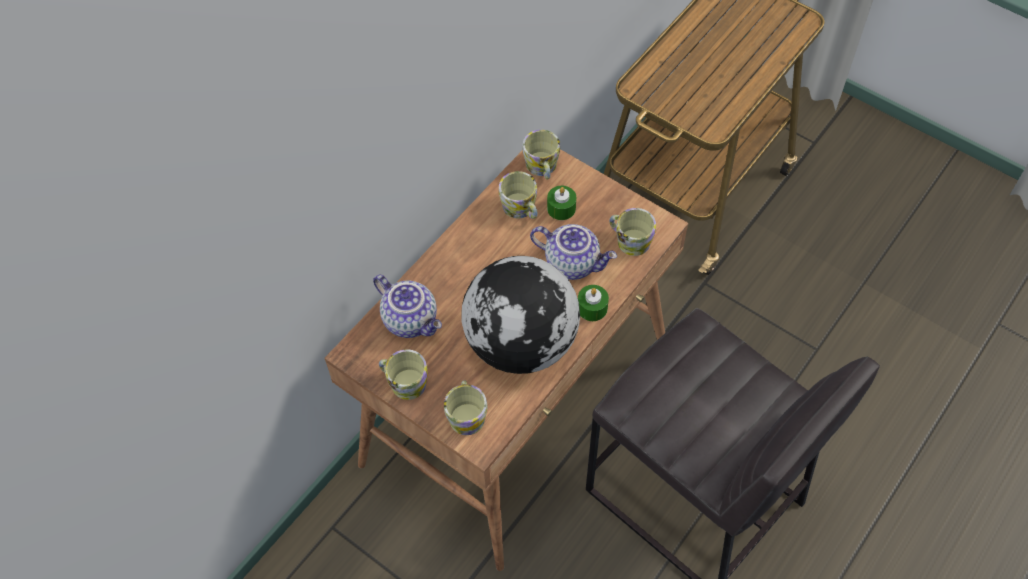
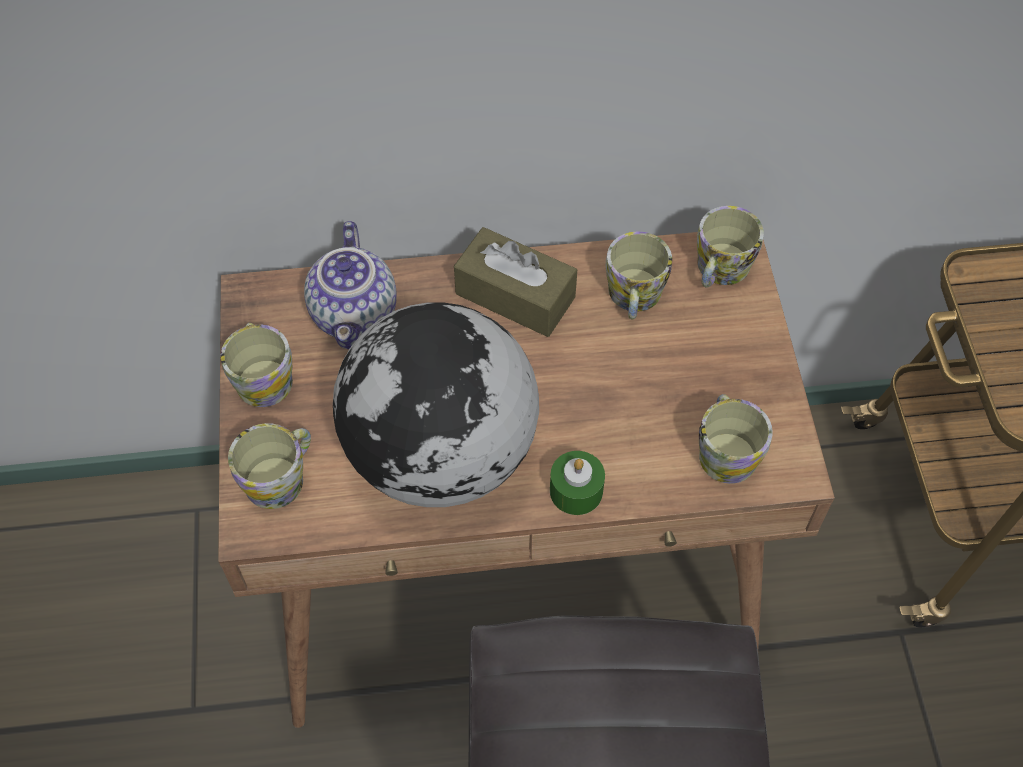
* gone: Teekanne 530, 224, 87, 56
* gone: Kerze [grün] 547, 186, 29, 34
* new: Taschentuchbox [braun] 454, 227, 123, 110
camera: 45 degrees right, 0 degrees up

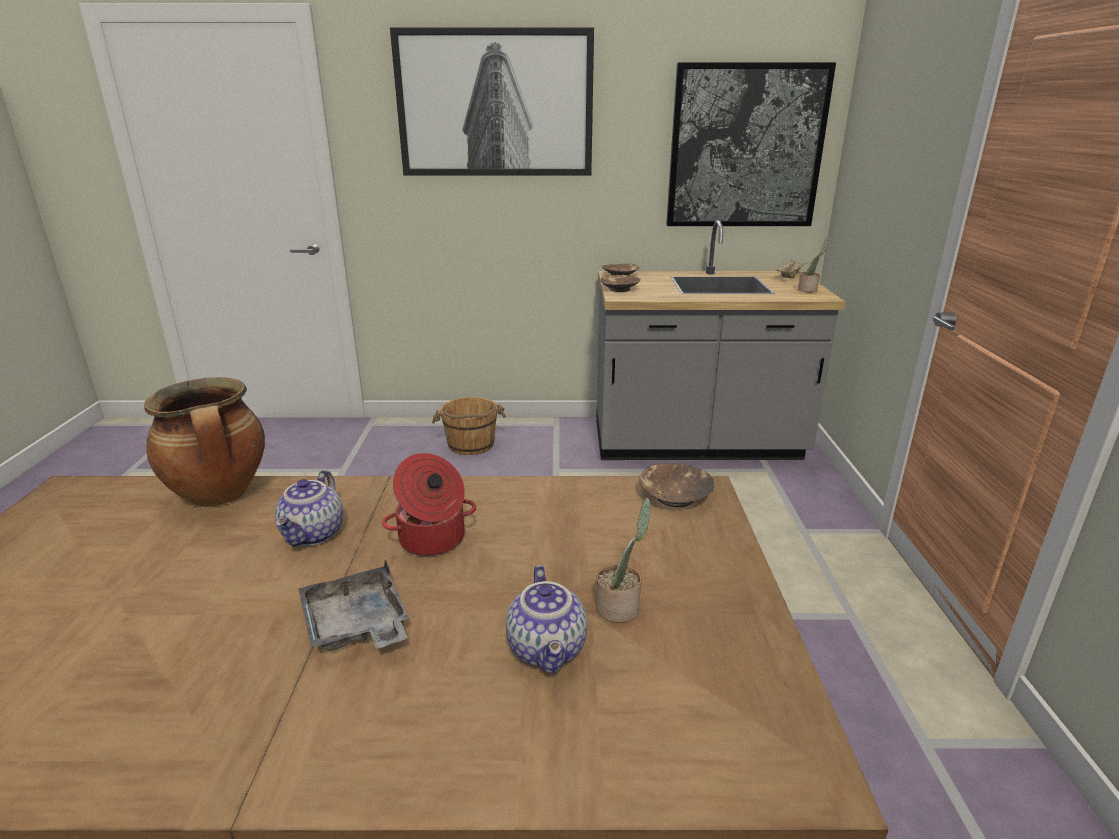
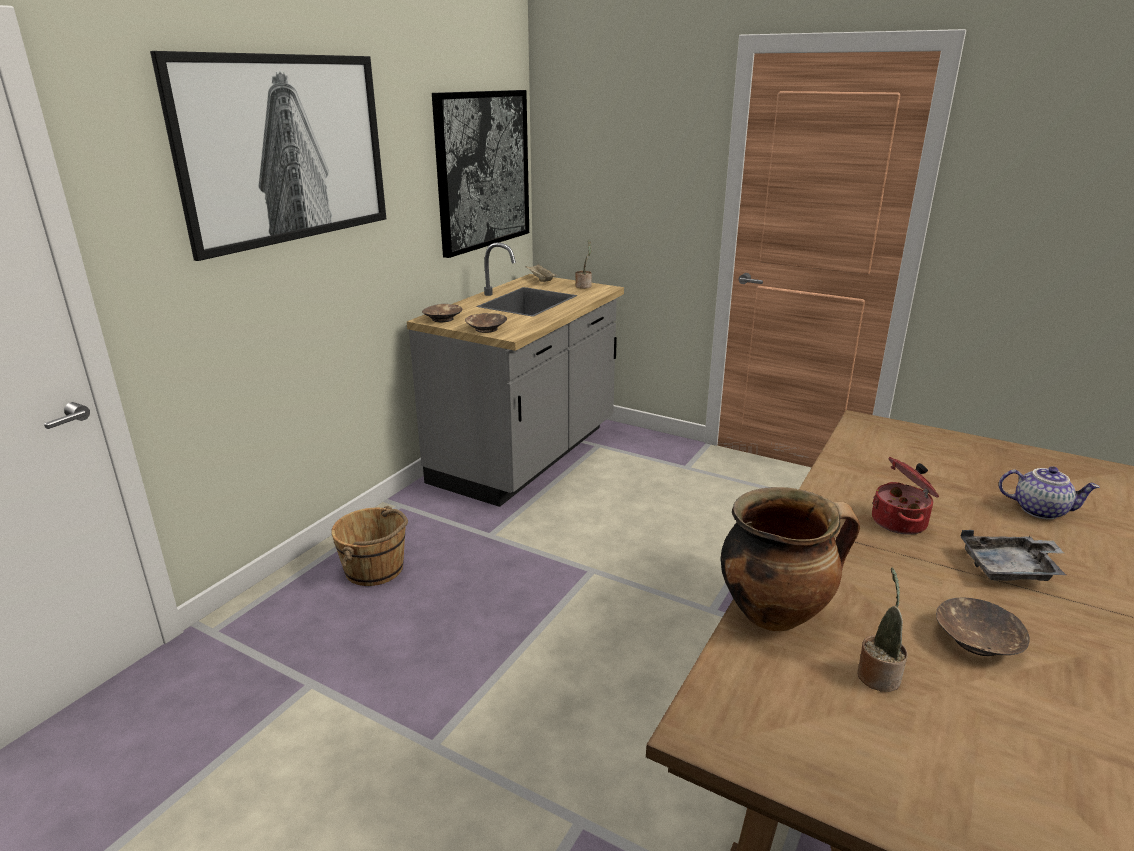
* gone: Teekanne 275, 470, 68, 77
* shifted: Topfpflanze 596, 498, 55, 125 to 858, 568, 50, 124
* shifted: Schüssel [braun] 639, 463, 75, 44 to 936, 597, 94, 59
camera: 60 degrees left, 0 degrees up

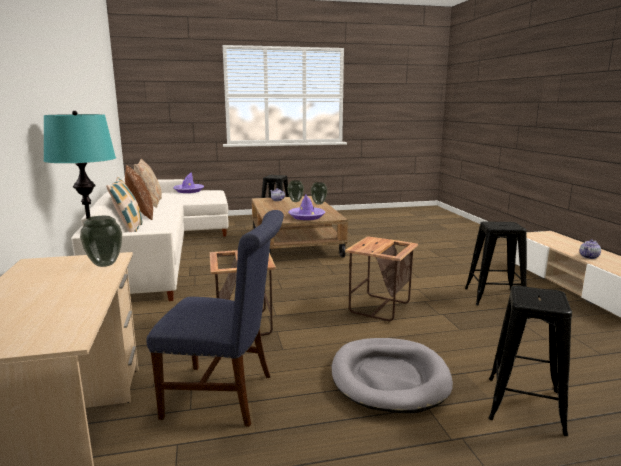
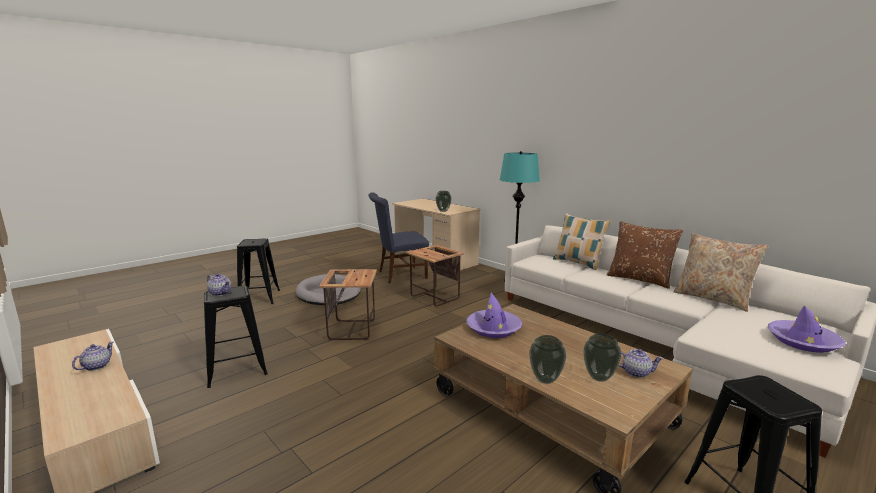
* new: Teekanne 207, 273, 24, 23
camera: 150 degrees right, 0 degrees up

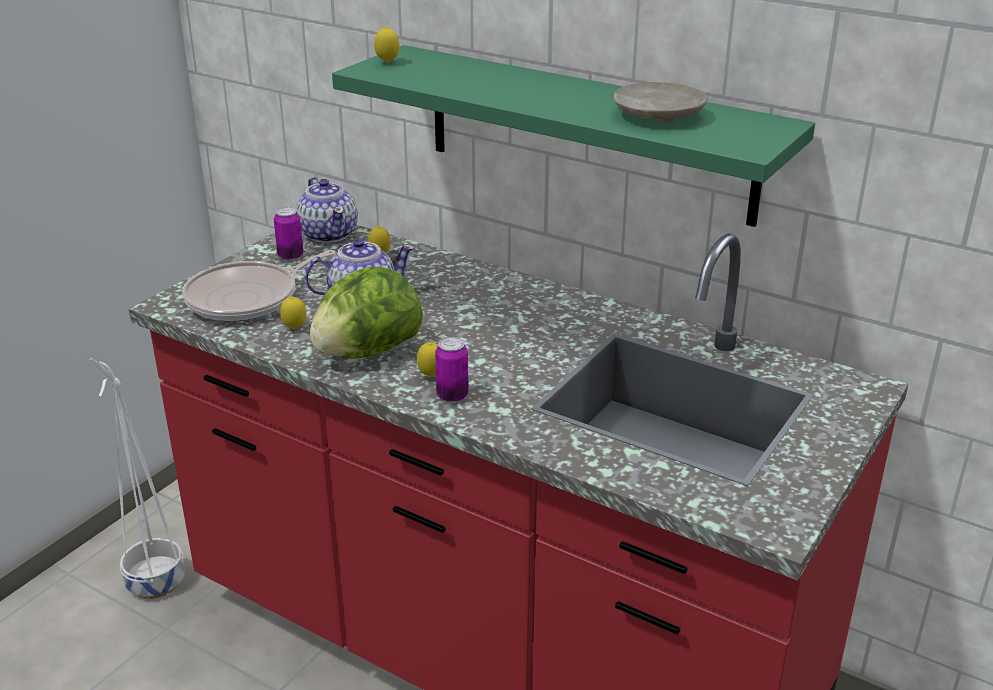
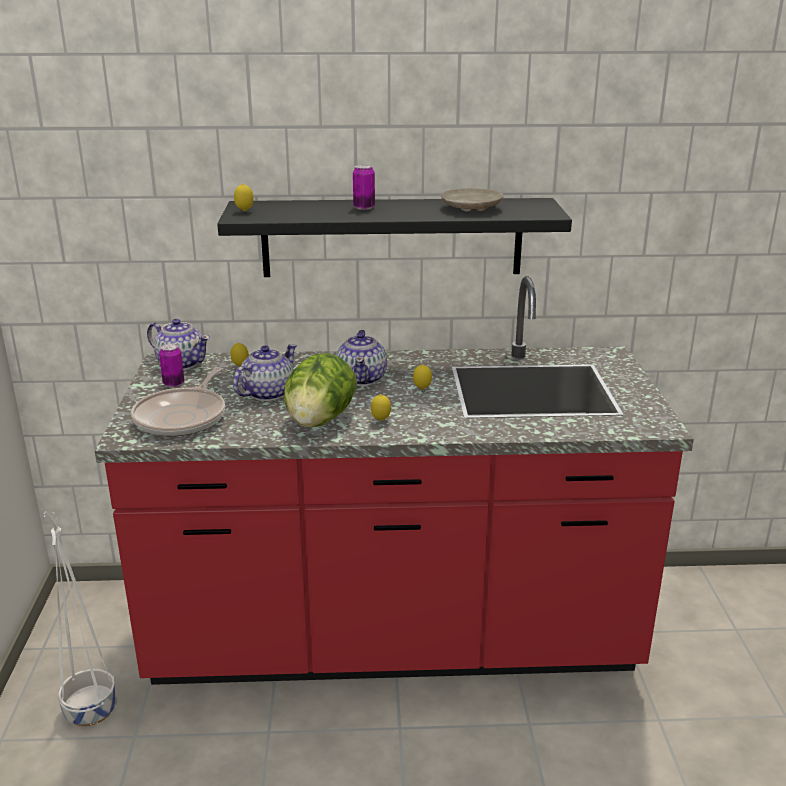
* shifted: Zitrone 280, 296, 27, 34 to 413, 364, 19, 26
* repainted: Wandregal [grün] 332, 45, 483, 182 to Wandregal [schwarz] 217, 198, 355, 79
* shifted: Dose 435, 337, 34, 65 to 353, 165, 22, 45
* new: Teekanne 336, 330, 51, 56
camera: 35 degrees left, 5 degrees down

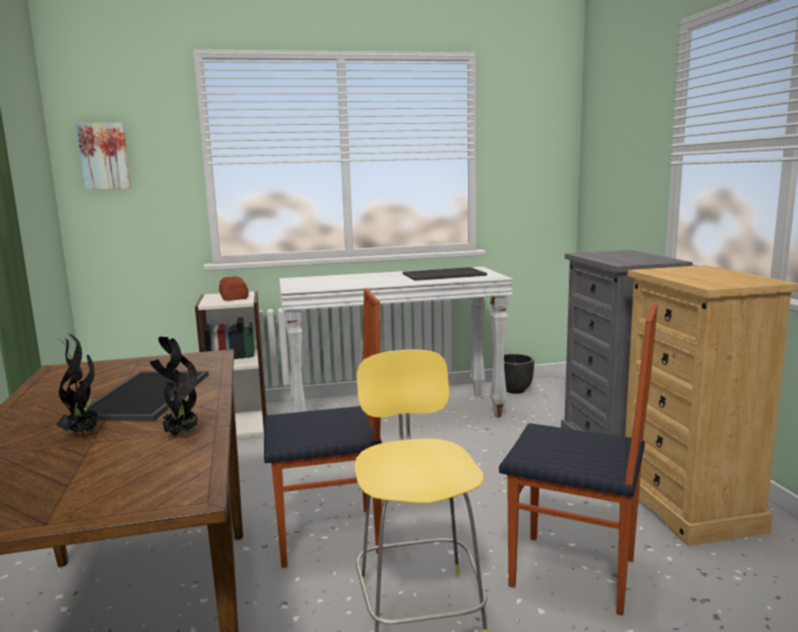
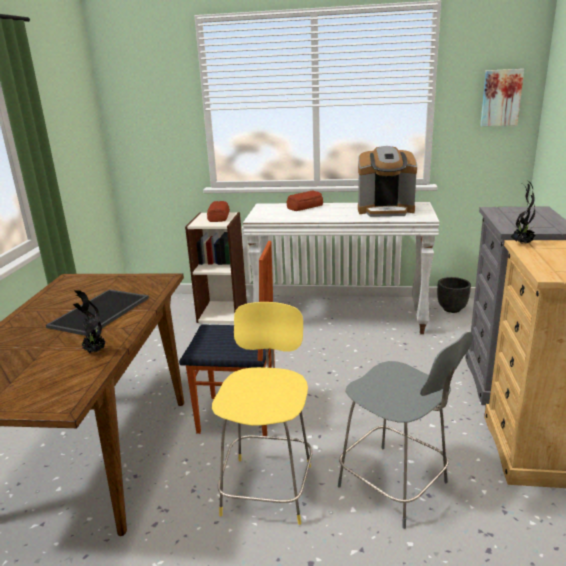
* shifted: Topfpflanze 56, 333, 46, 101 to 511, 181, 24, 63
* shifted: Bild 76, 123, 55, 67 to 480, 69, 44, 57
* swapped: Tablett 403, 267, 84, 14 to Kaffeemaschine 358, 146, 59, 71
* swapped: Stuhl 499, 302, 159, 314 to Hocker [grau] 338, 332, 135, 197
* new: Brot 287, 190, 36, 21
camera: 20 degrees right, 10 degrees up

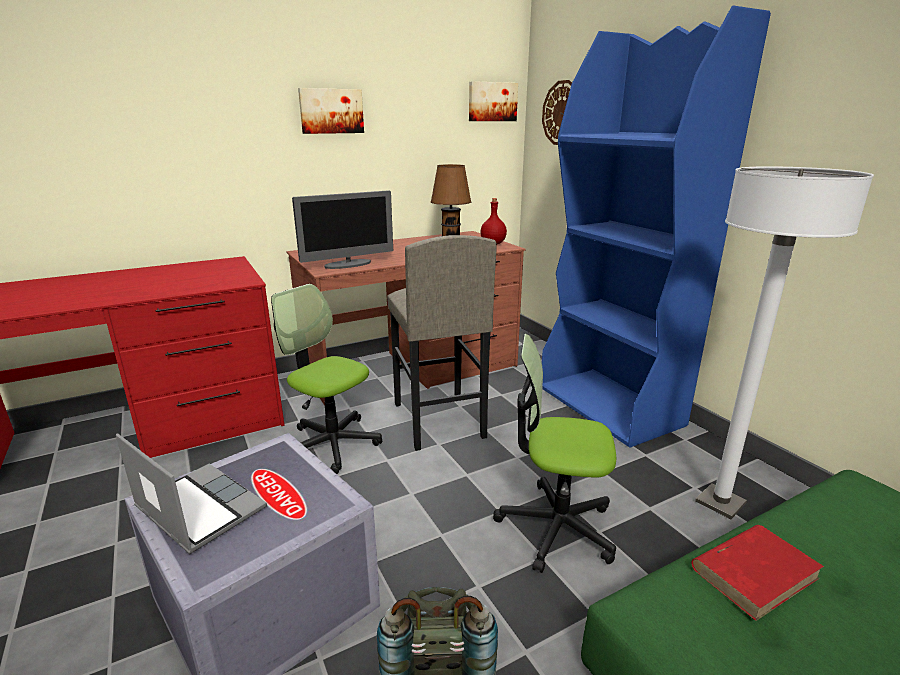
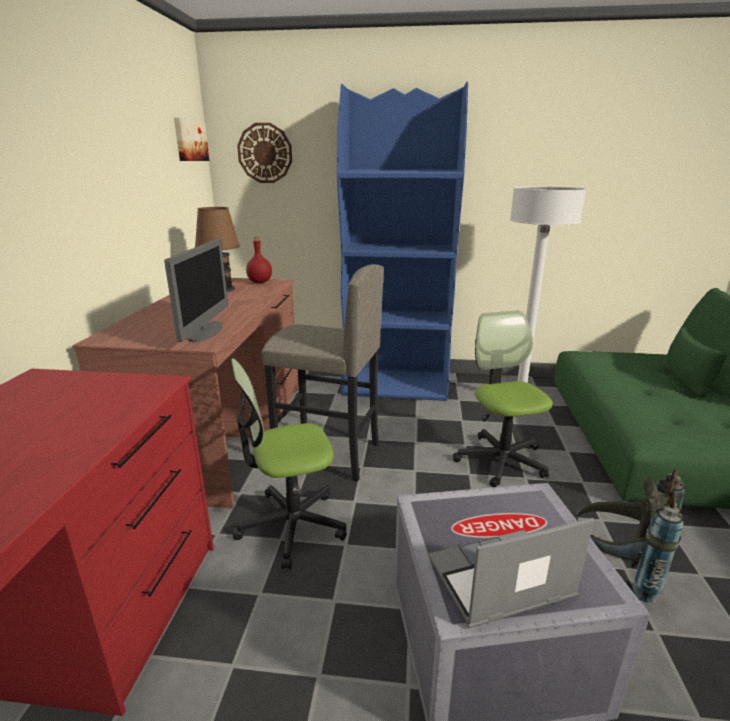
* gone: Bild 298, 88, 66, 46
* rotated: Bürostuhl 493, 334, 123, 239 = 453, 311, 100, 176 120 degrees clockwise
* gone: Buch [rot] 691, 525, 133, 96
camera: 55 degrees left, 0 degrees up

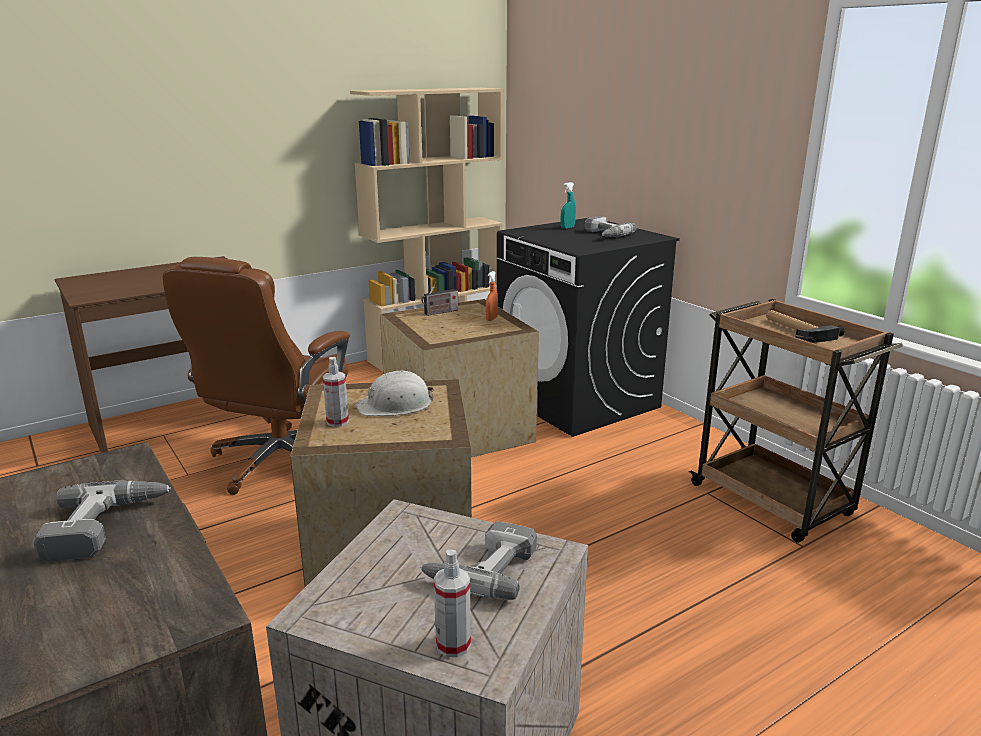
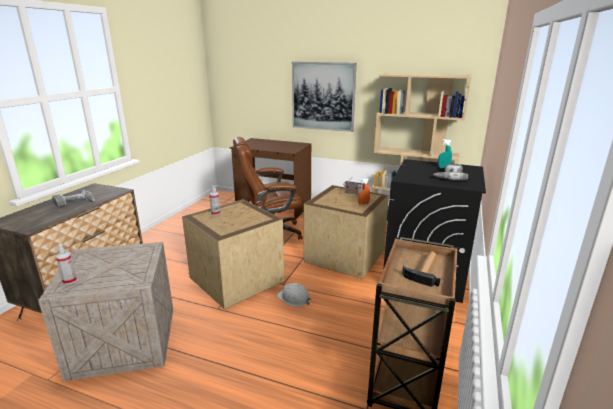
* shifted: Schutzhelm [weiß] 356, 370, 78, 46 to 277, 283, 34, 24
* gone: Bohrmaschine 420, 521, 117, 79
* new: Bild 292, 62, 65, 70
camera: 55 degrees right, 0 degrees up

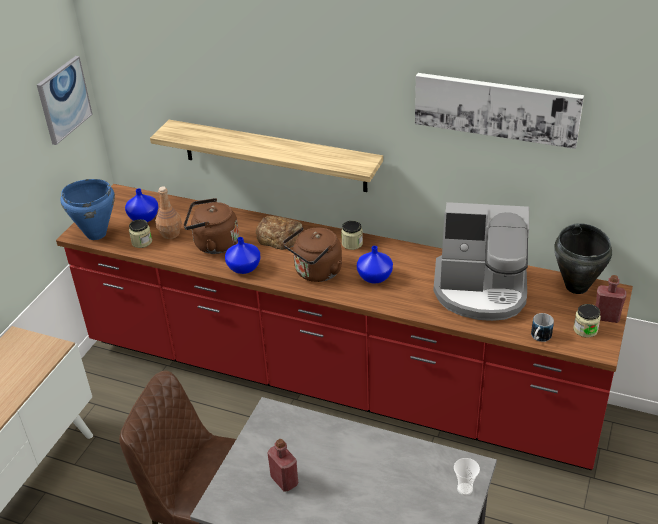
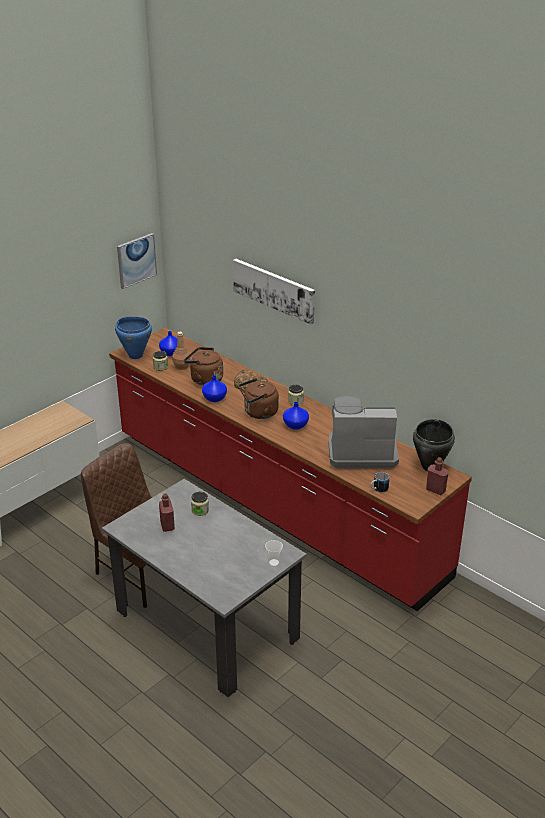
* gone: Wandregal 150, 120, 233, 72
* shifted: Bild 415, 73, 169, 76 to 233, 259, 82, 66
* rotated: Kaffeemaschine 434, 202, 95, 119 = 329, 396, 70, 72 150 degrees clockwise
* shifted: Vorratsglas 573, 304, 28, 33 to 191, 492, 18, 24
camera: 20 degrees right, 5 degrees down

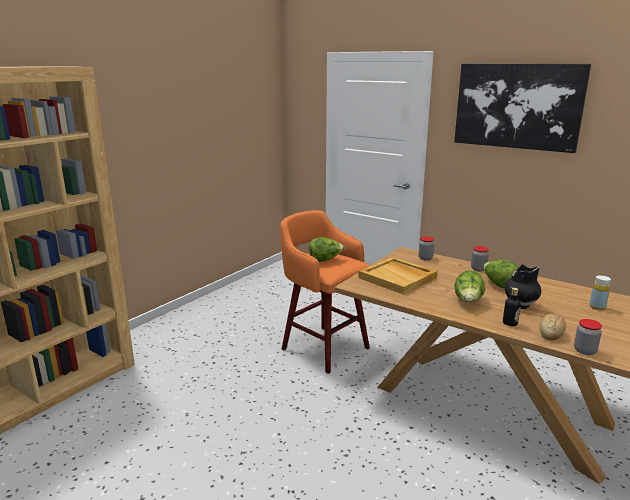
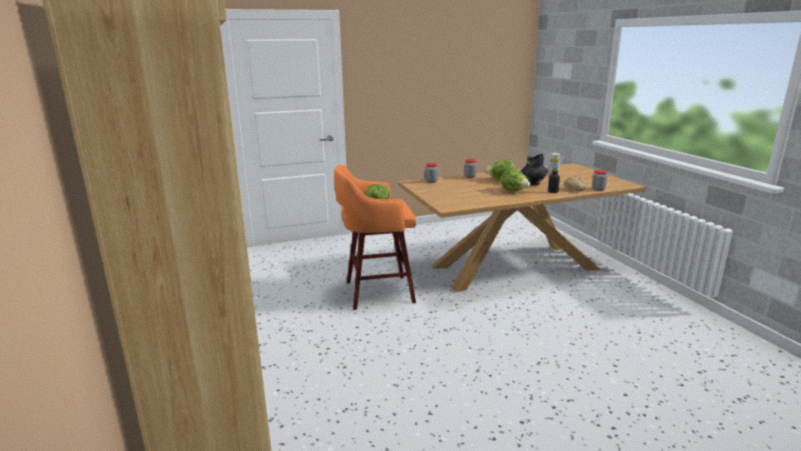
* gone: Tablett [beige] 358, 257, 79, 38
* gone: Bild 454, 63, 137, 90
camera: 55 degrees left, 0 degrees up

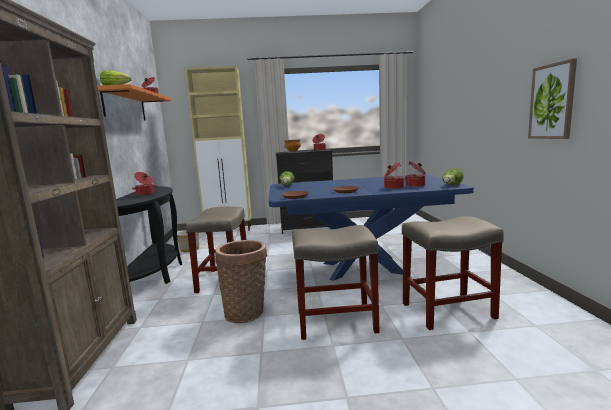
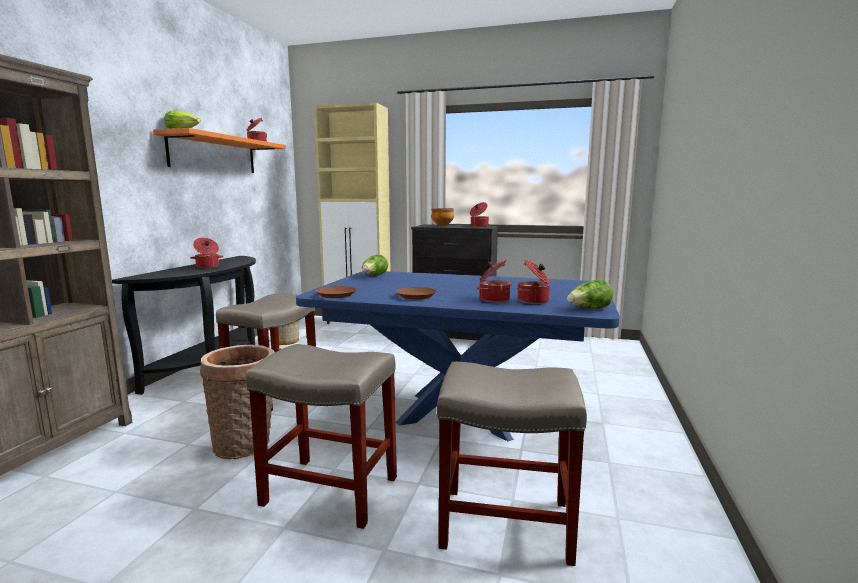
* gone: Bild 528, 58, 49, 81
camera: 20 degrees right, 0 degrees up

